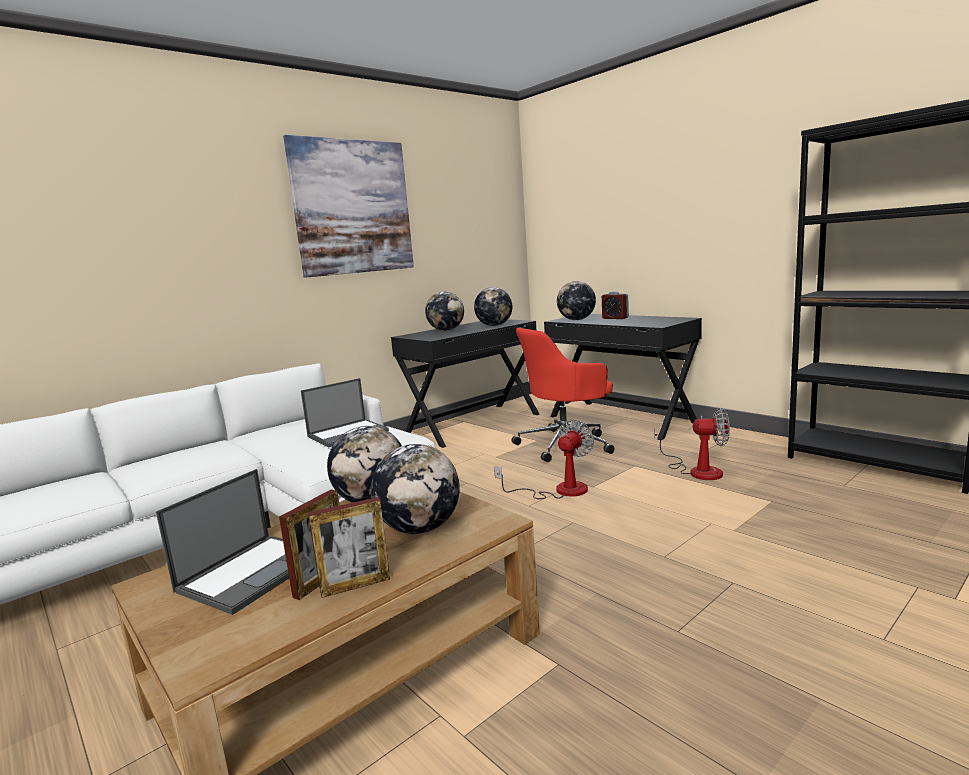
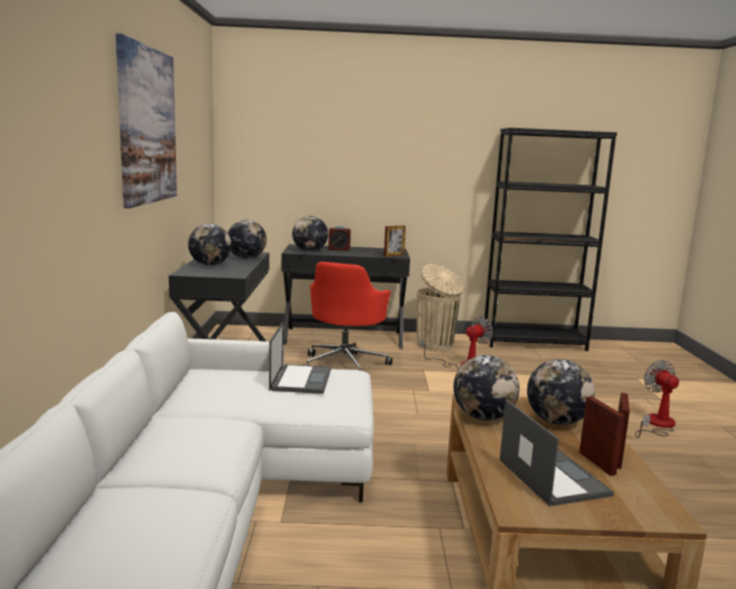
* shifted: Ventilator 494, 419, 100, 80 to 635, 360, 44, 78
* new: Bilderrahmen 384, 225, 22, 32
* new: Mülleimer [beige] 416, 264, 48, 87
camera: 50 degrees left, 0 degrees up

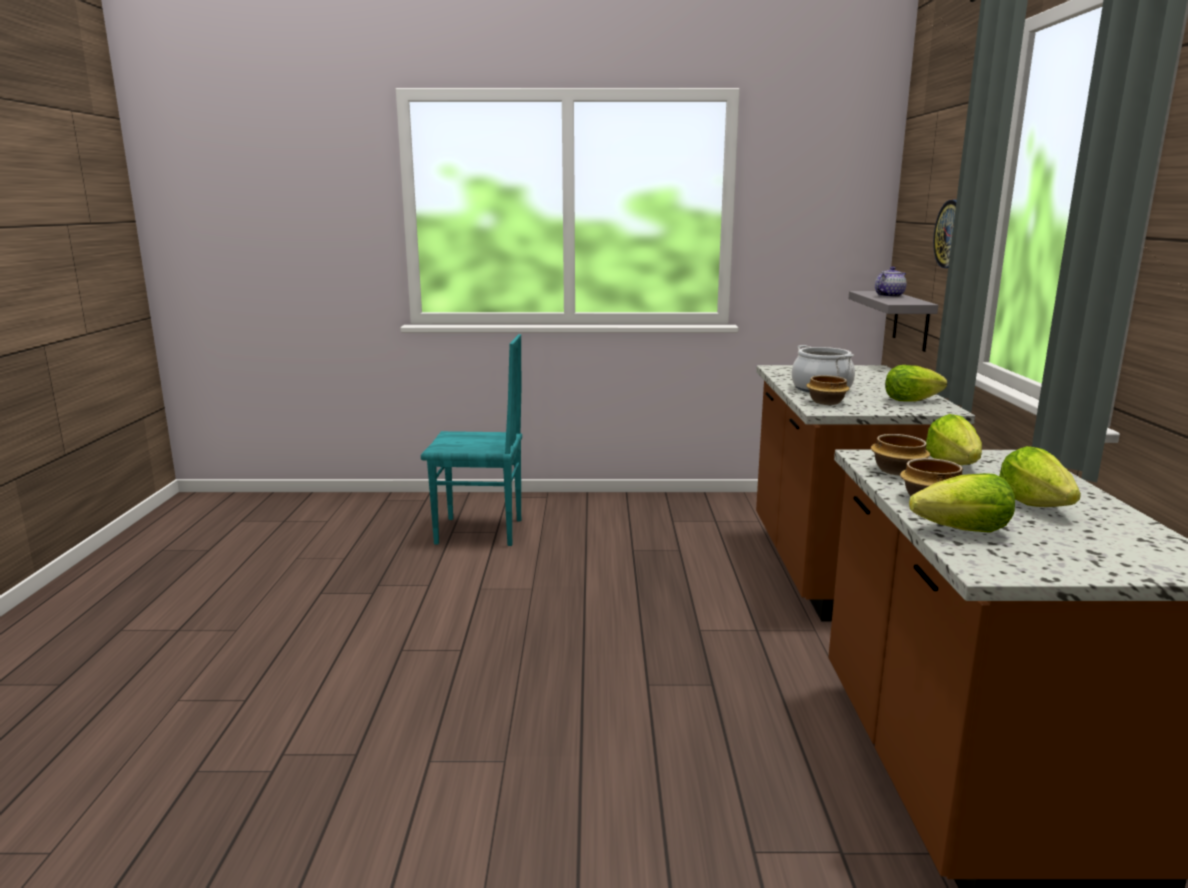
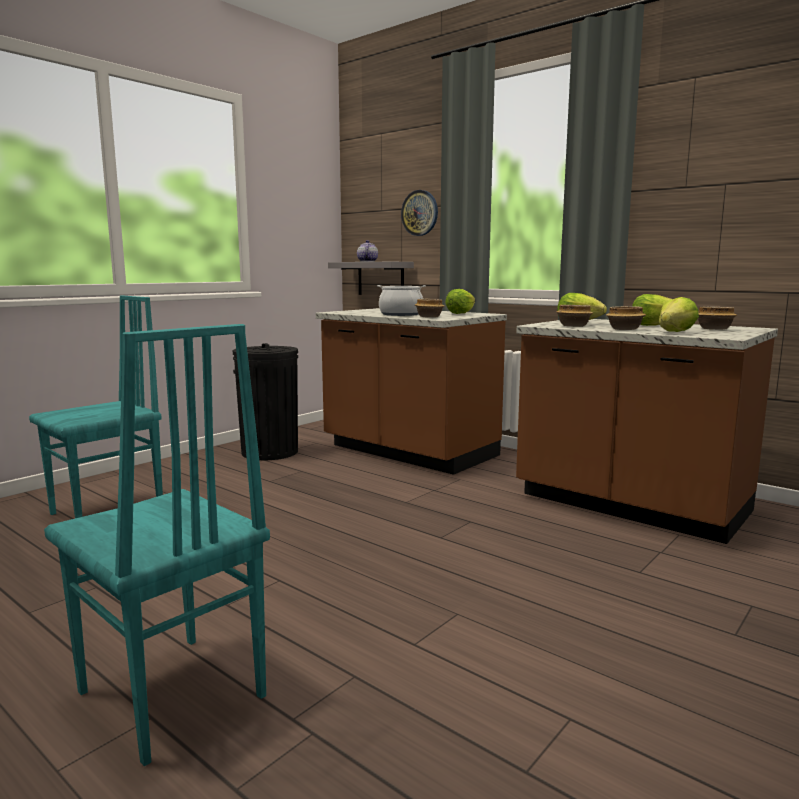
* new: Stuhl [türkis] 44, 324, 226, 442
* new: Mülleimer [schwarz] 233, 343, 65, 117
* new: Schüssel 698, 307, 39, 23
camera: 50 degrees left, 5 degrees down

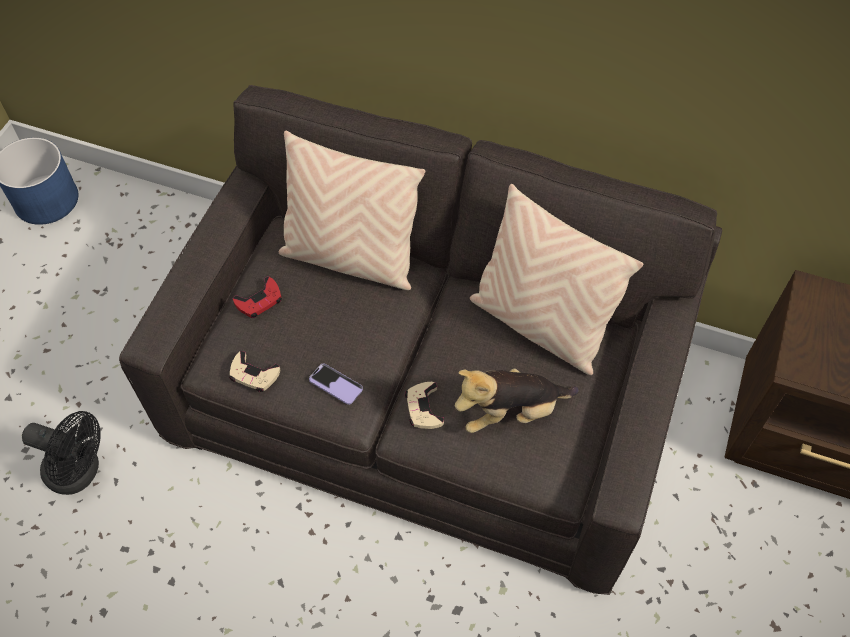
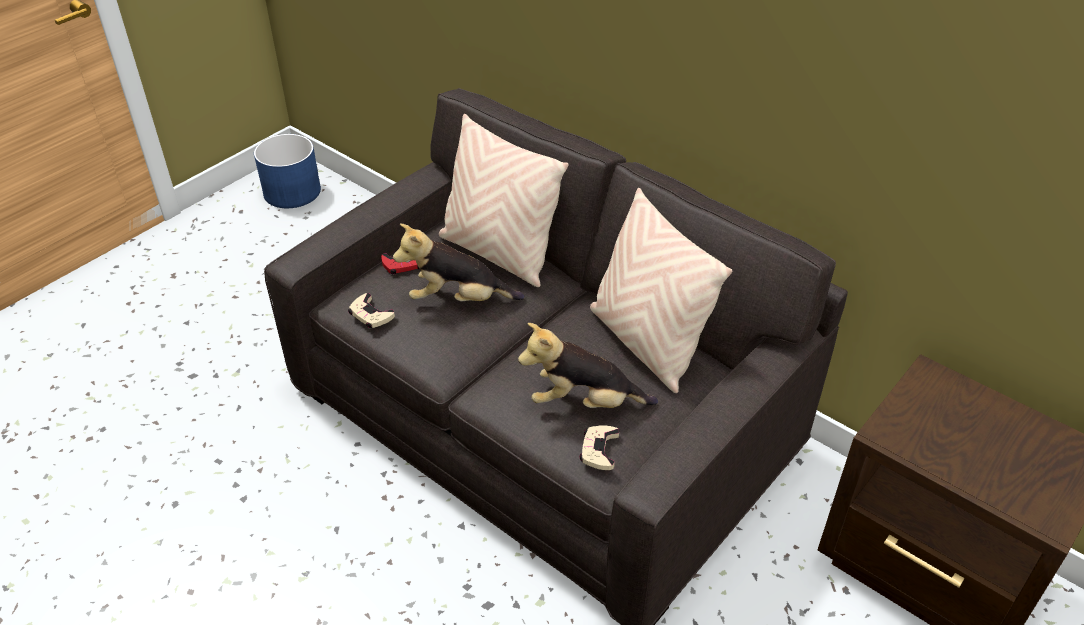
* gone: Ventilator [schwarz] 22, 411, 79, 84
* gone: Handy 309, 364, 54, 41
* shifted: Gamepad [beige] 405, 382, 39, 47 to 580, 425, 39, 45
* new: Plüschtier 393, 224, 132, 77
camera: 20 degrees right, 15 degrees down

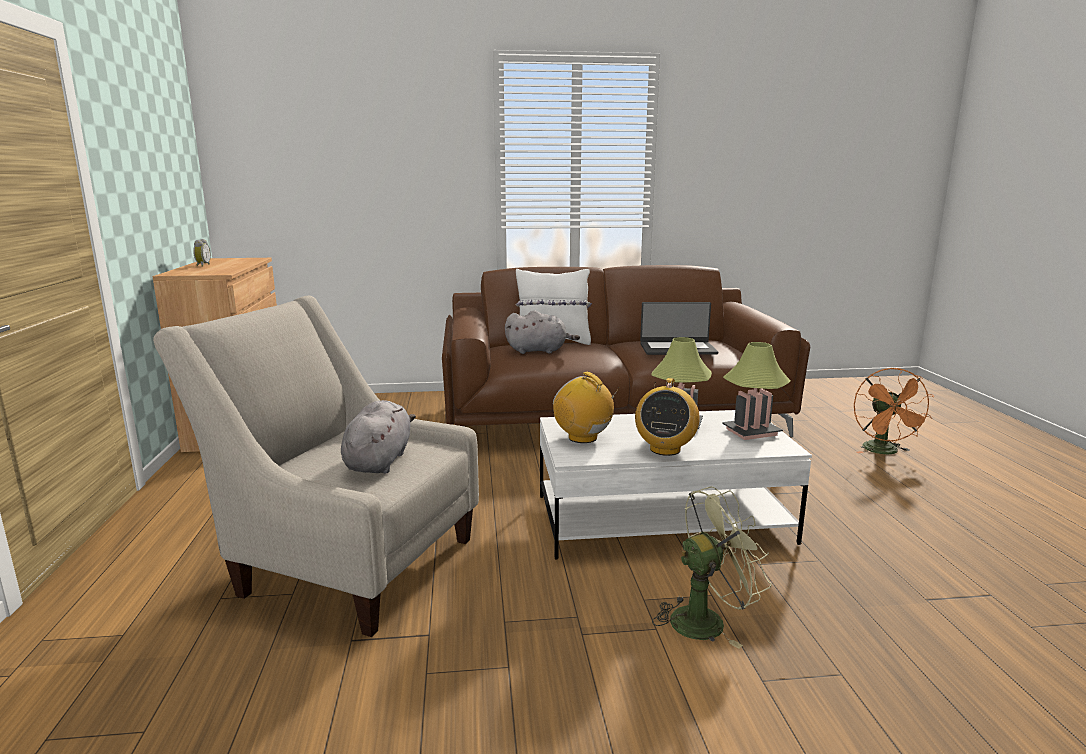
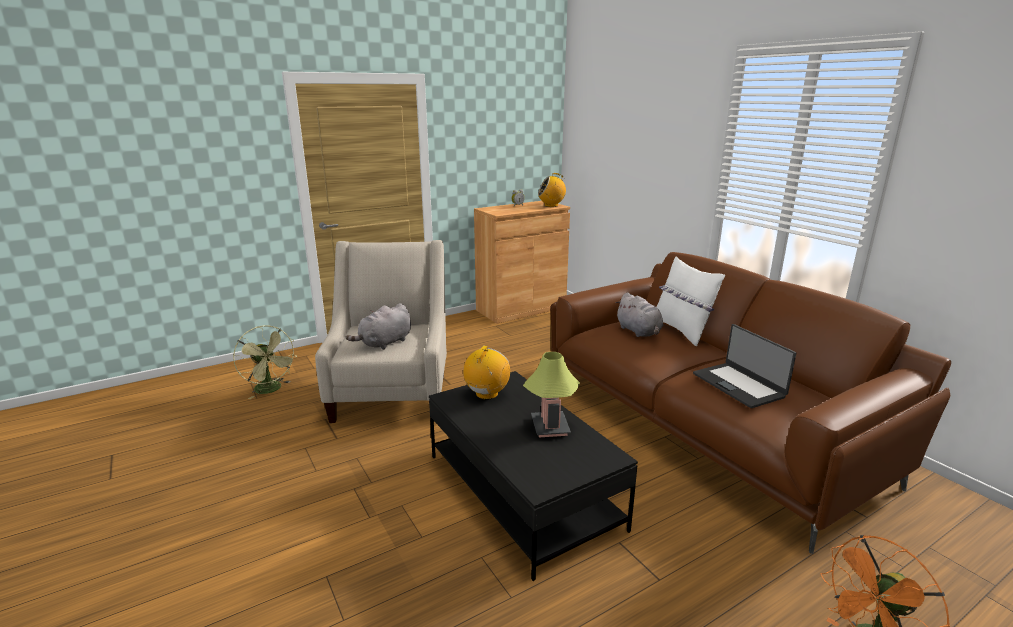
* rotated: Plüschtier [grau] 341, 400, 75, 74 = 346, 303, 65, 47 150 degrees clockwise
* repainted: Couchtisch [weiß] 540, 410, 272, 150 to Couchtisch [schwarz] 429, 371, 209, 210
* shifted: Radio 635, 378, 65, 78 to 538, 173, 28, 34
* shifted: Ventilator [grün] 652, 486, 120, 163 to 233, 325, 63, 74
* gone: Tischlampe 722, 342, 68, 98
camera: 65 degrees right, 5 degrees up

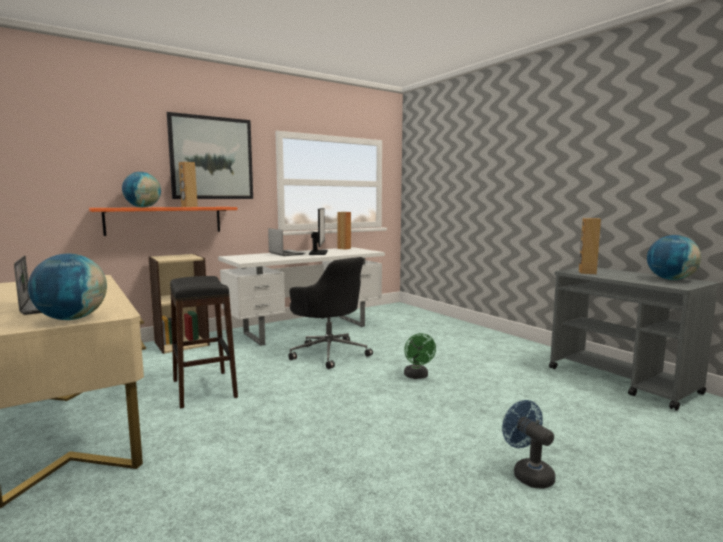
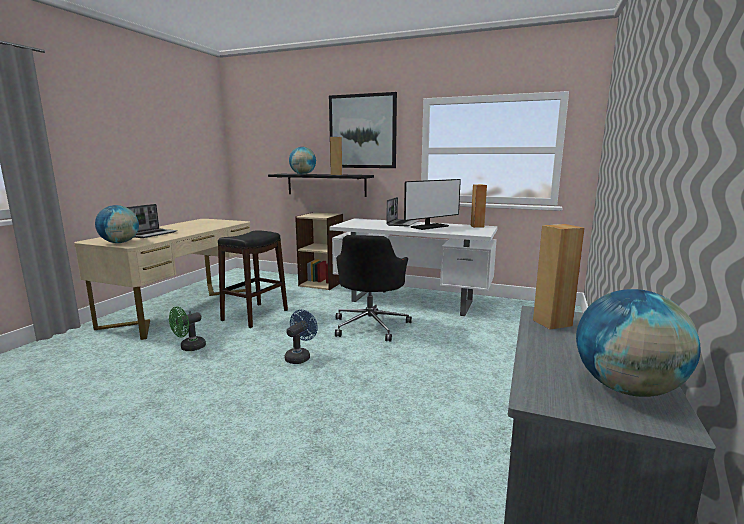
* repainted: Wandregal [orange] 89, 207, 149, 29 to Wandregal [schwarz] 268, 174, 106, 23
* shifted: Ventilator [grün] 404, 333, 32, 46 to 169, 306, 37, 45
* shifted: Ventilator [blau] 502, 400, 54, 89 to 285, 310, 33, 54
camera: 55 degrees right, 5 degrees up

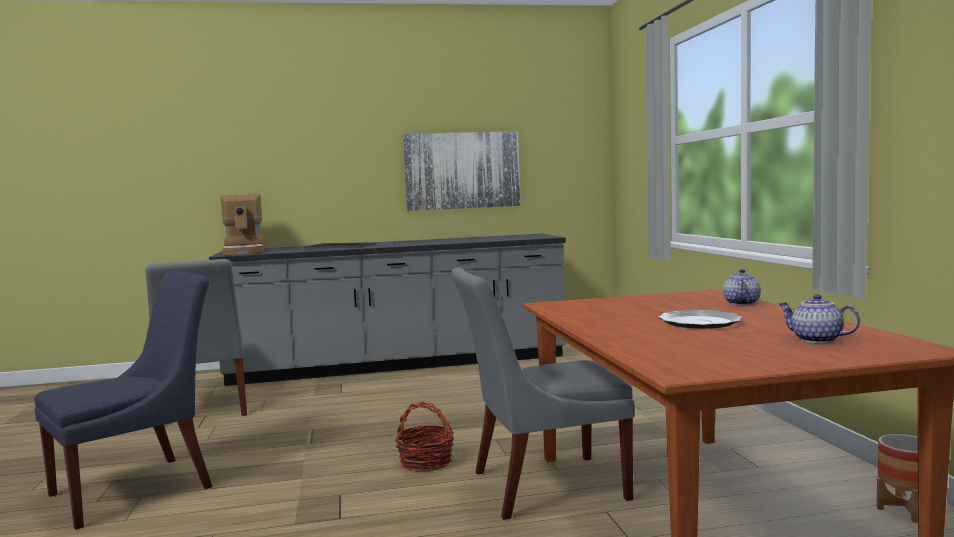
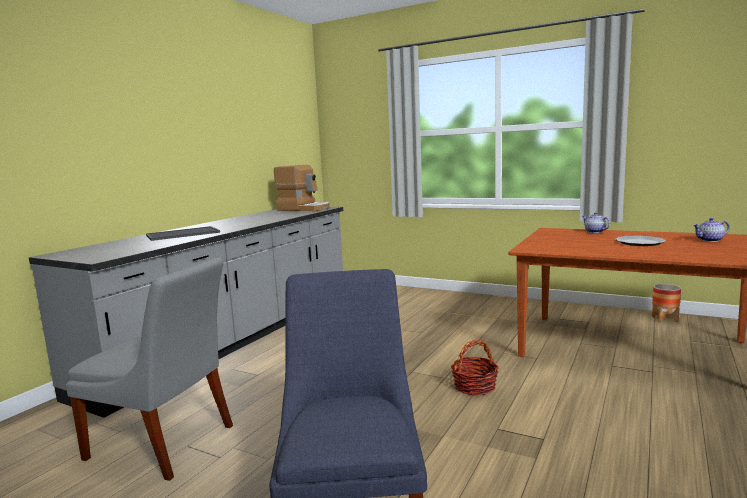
* shifted: Kaffeemaschine 221, 194, 44, 61 to 274, 165, 56, 46
* gone: Bild 403, 131, 117, 80
* gone: Stuhl [grau] 451, 267, 184, 253
camera: 50 degrees left, 5 degrees up

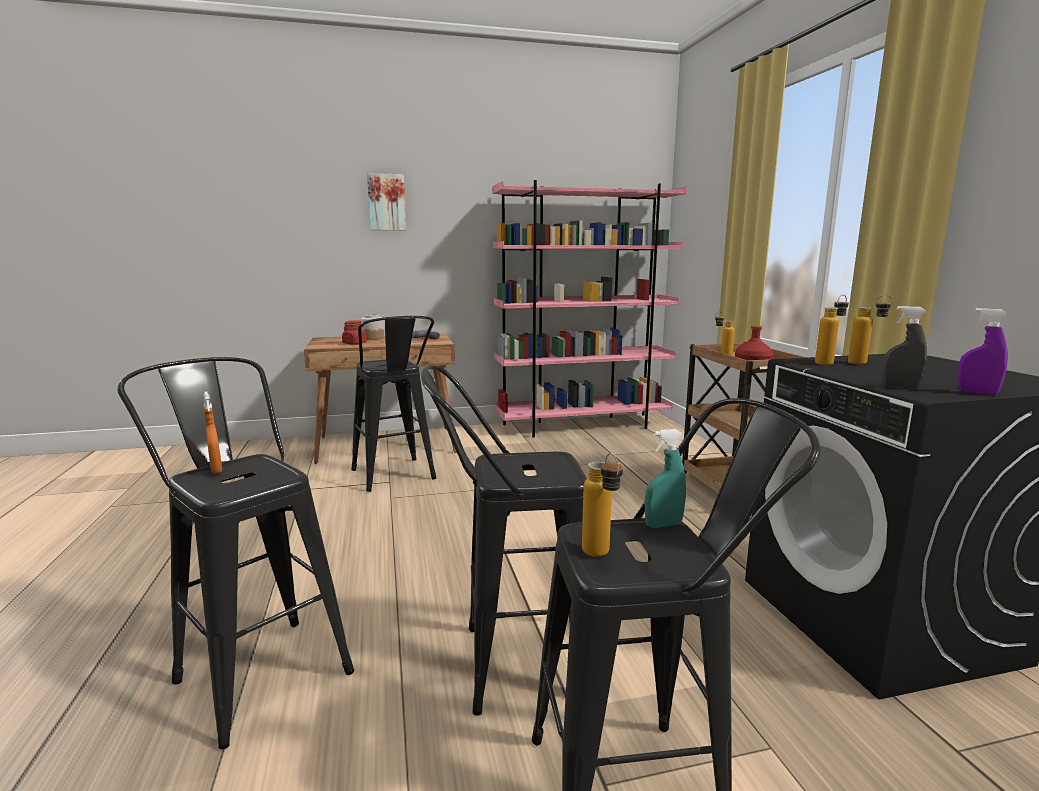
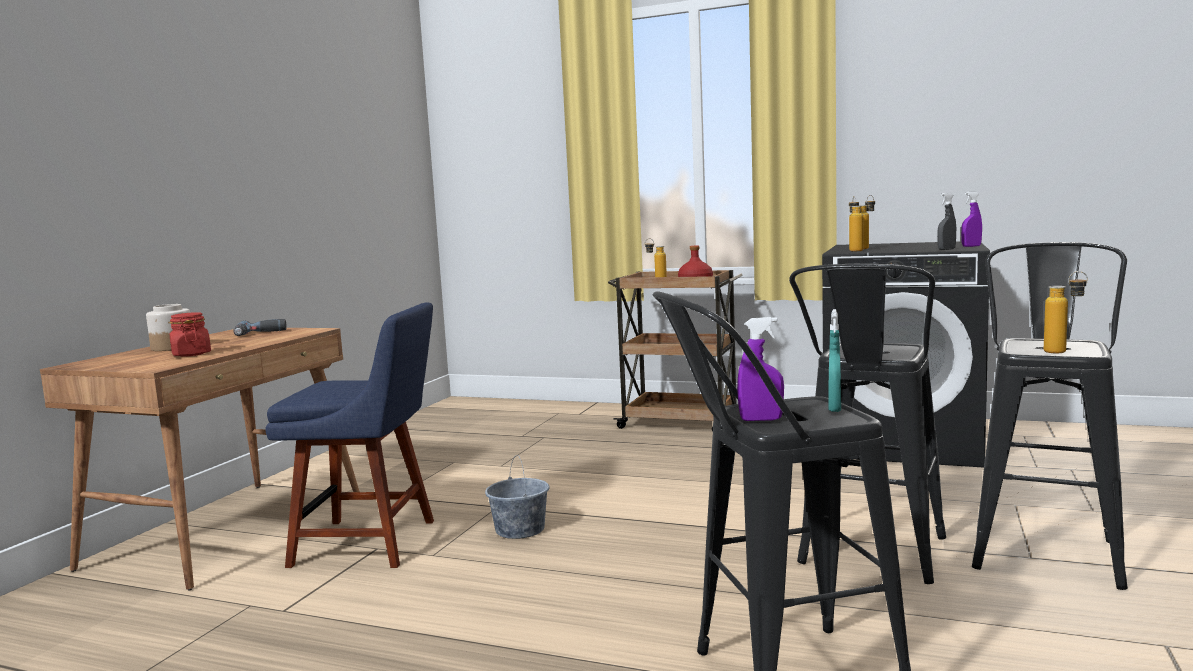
* repainted: Sprühflasche [orange] 204, 391, 18, 82 to Sprühflasche [lila] 737, 317, 47, 104
* swapped: Hocker [schwarz] 351, 316, 86, 176 to Stuhl [blau] 265, 302, 169, 266
* gone: Bild 367, 173, 39, 57
* gone: Bücherregal [rosa] 492, 180, 195, 257
* shifted: Sprühflasche [türkis] 645, 429, 41, 99 to 828, 309, 13, 103
* new: Eimer [grau] 485, 455, 65, 84
camera: 55 degrees left, 5 degrees down

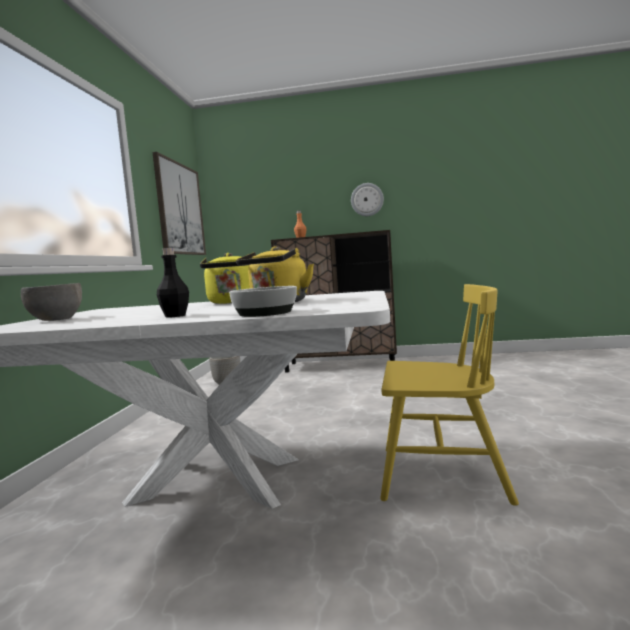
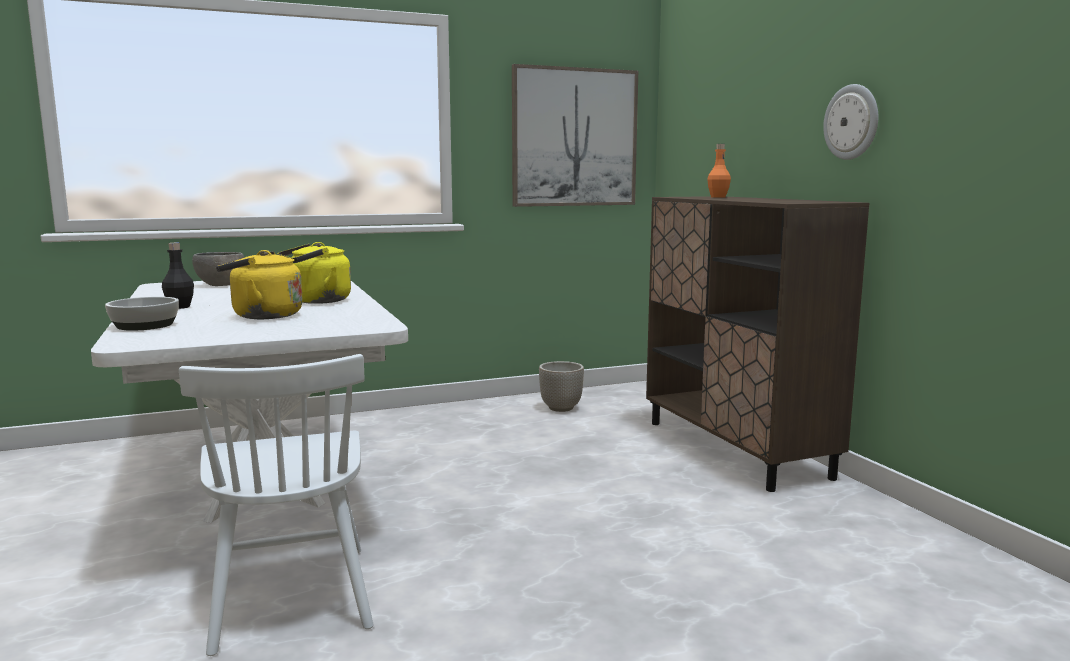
* repainted: Stuhl [gelb] 380, 284, 139, 222 to Stuhl [weiß] 179, 354, 194, 302
camera: 60 degrees right, 5 degrees up

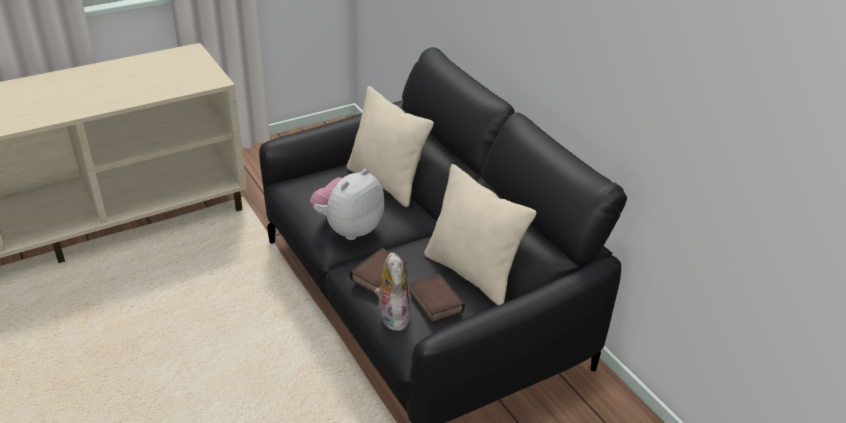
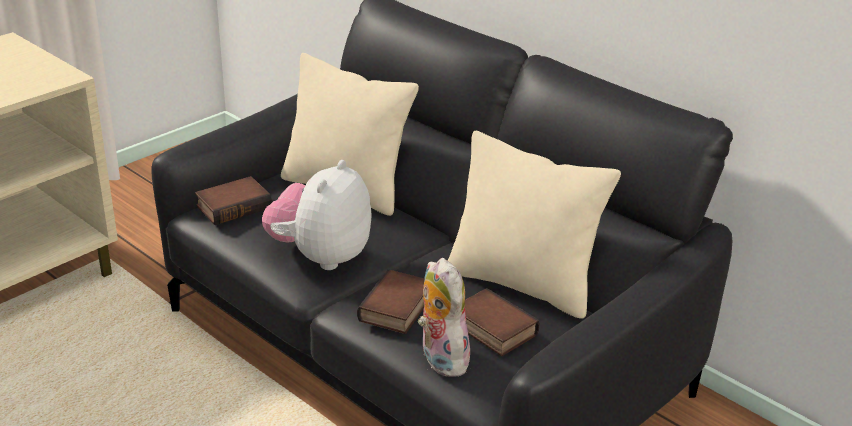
* new: Buch 195, 176, 77, 49
camera: 15 degrees left, 5 degrees down

